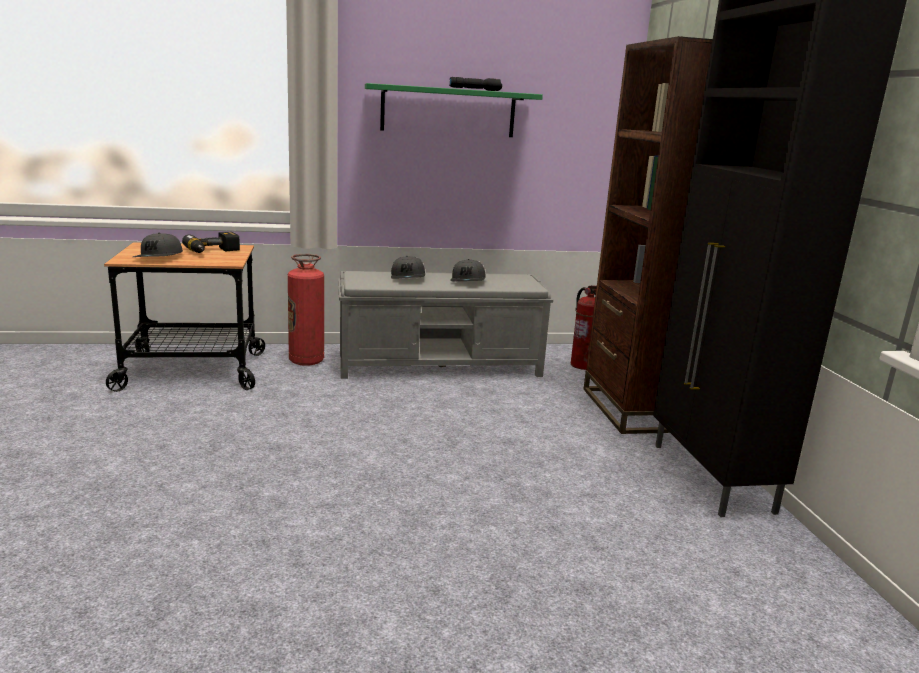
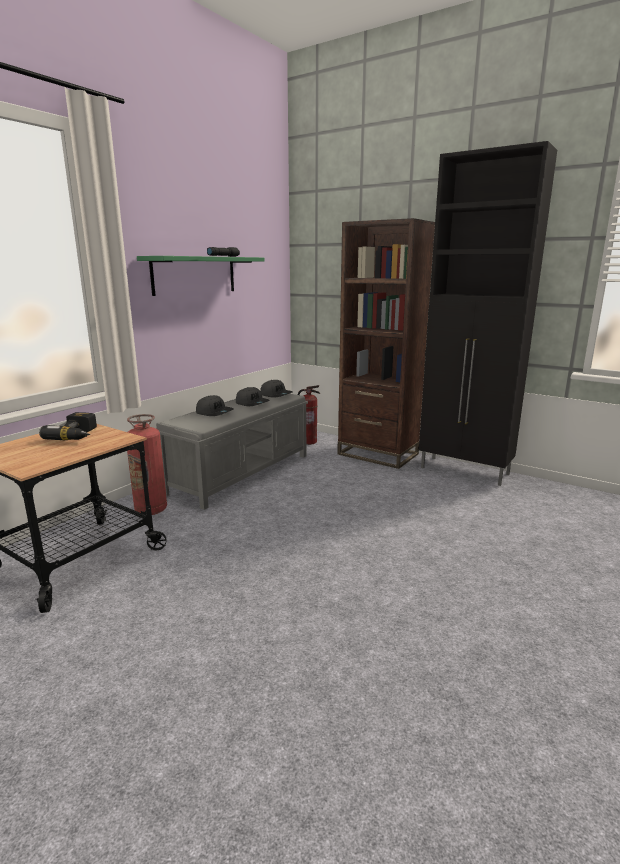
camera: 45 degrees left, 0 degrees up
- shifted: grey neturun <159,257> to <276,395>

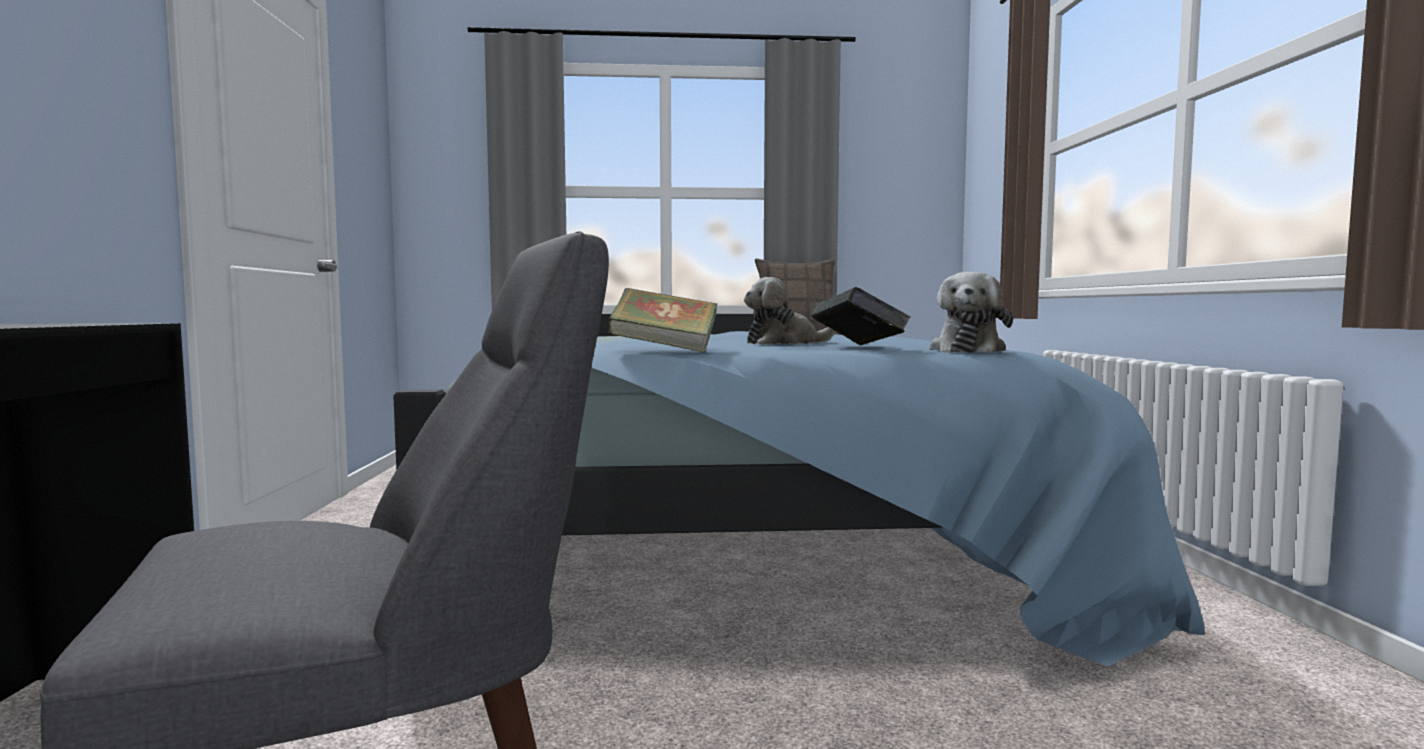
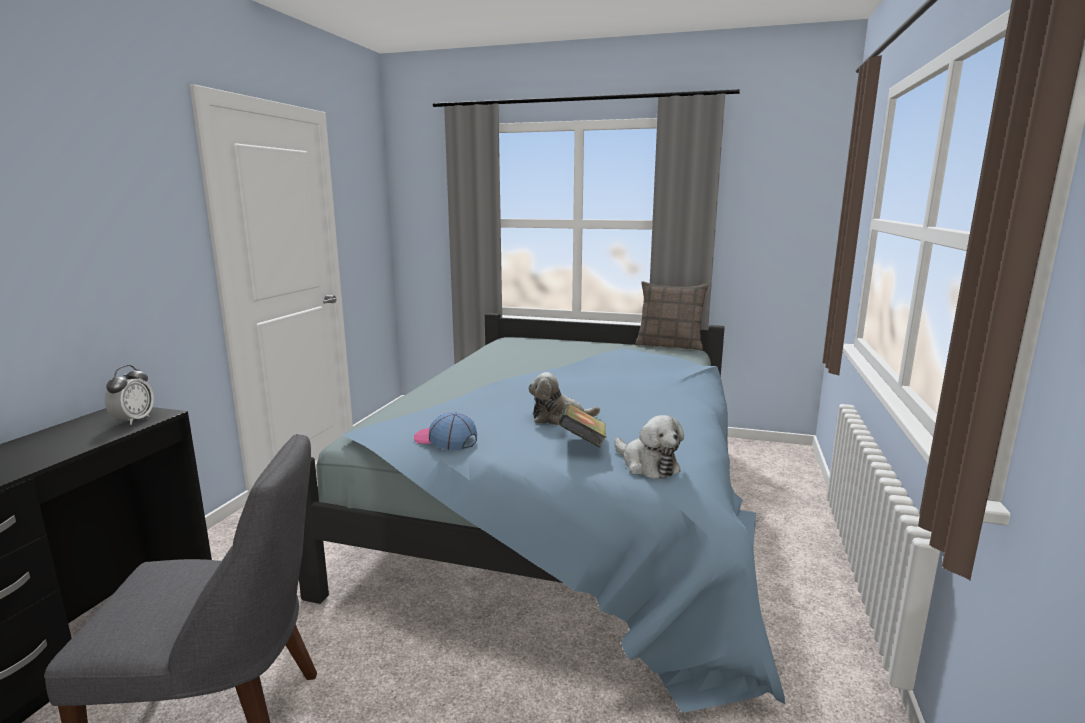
camera: 20 degrees right, 10 degrees up
- new: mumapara <134,420>
- swapped: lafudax <664,351> to neturun <445,440>
- rotated: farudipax <967,350> = <647,465> 75 degrees counterclockwise

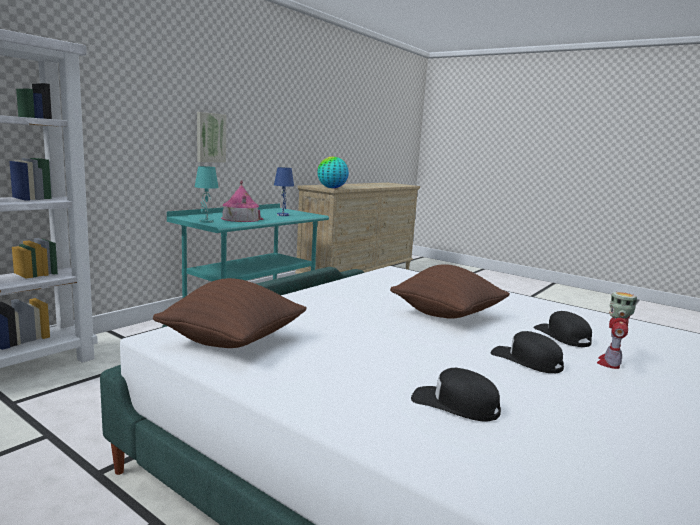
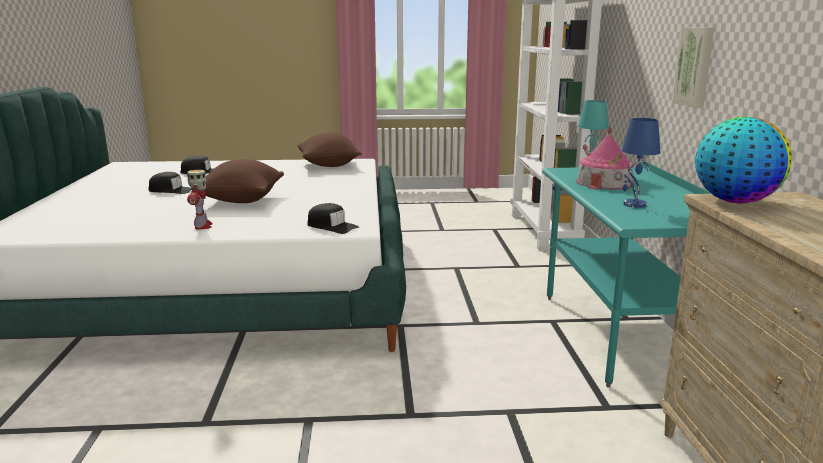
camera: 140 degrees right, 5 degrees up
- shifted: black neturun <562,336> to <332,226>
- shifted: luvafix <610,363> to <202,226>

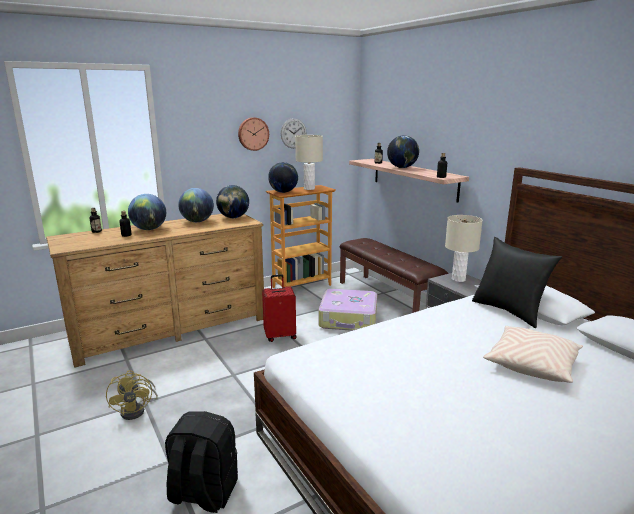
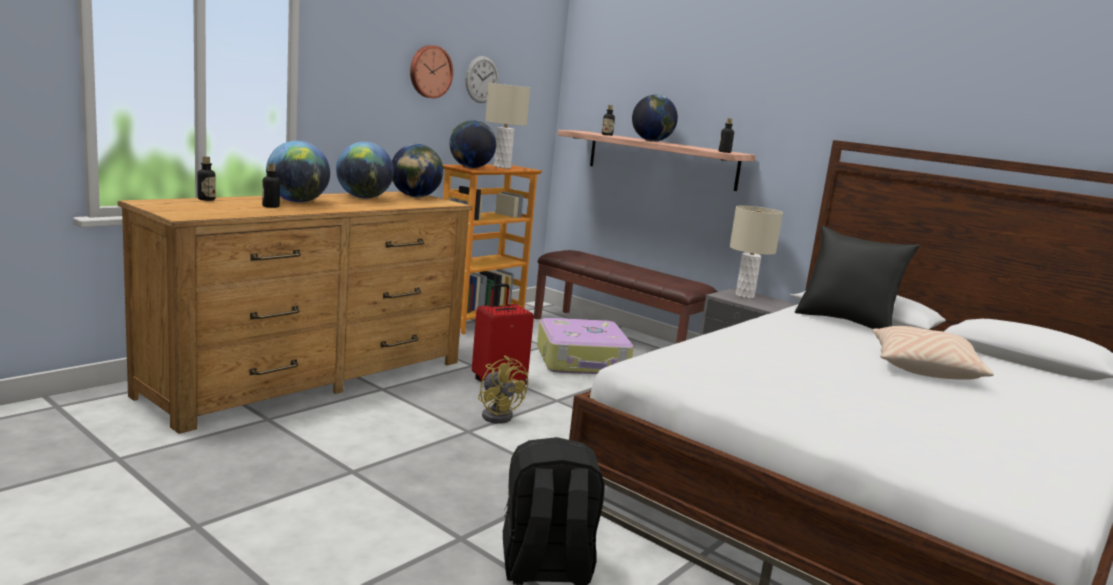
camera: 20 degrees left, 5 degrees down
- shifted: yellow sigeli <137,410> to <499,415>

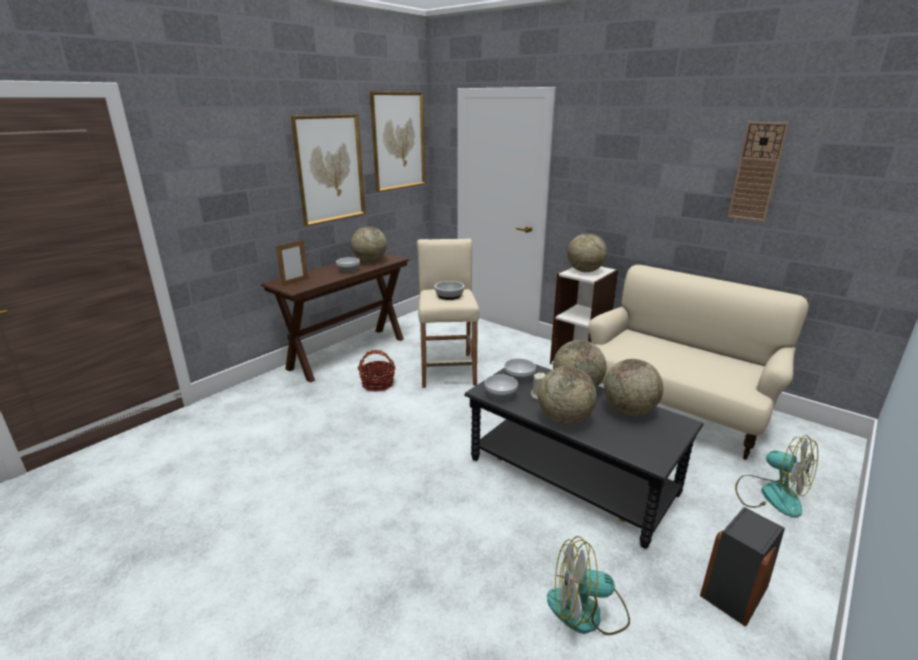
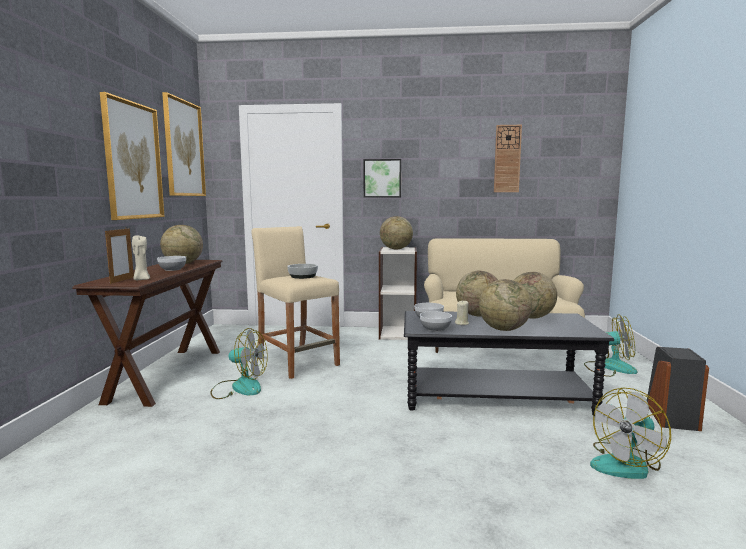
camera: 35 degrees left, 15 degrees down
- new: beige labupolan <141,280>
- new: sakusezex <382,178>
- swapped: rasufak <378,384> to sigeli <239,387>

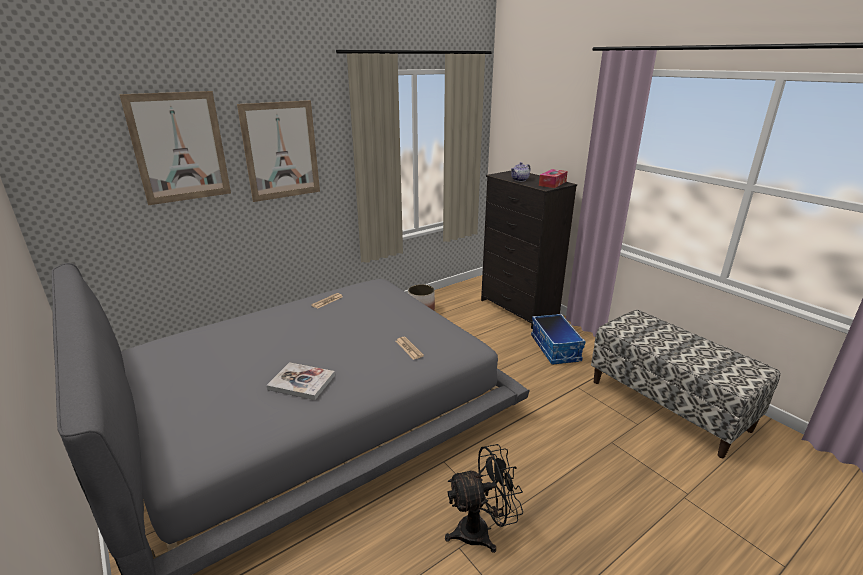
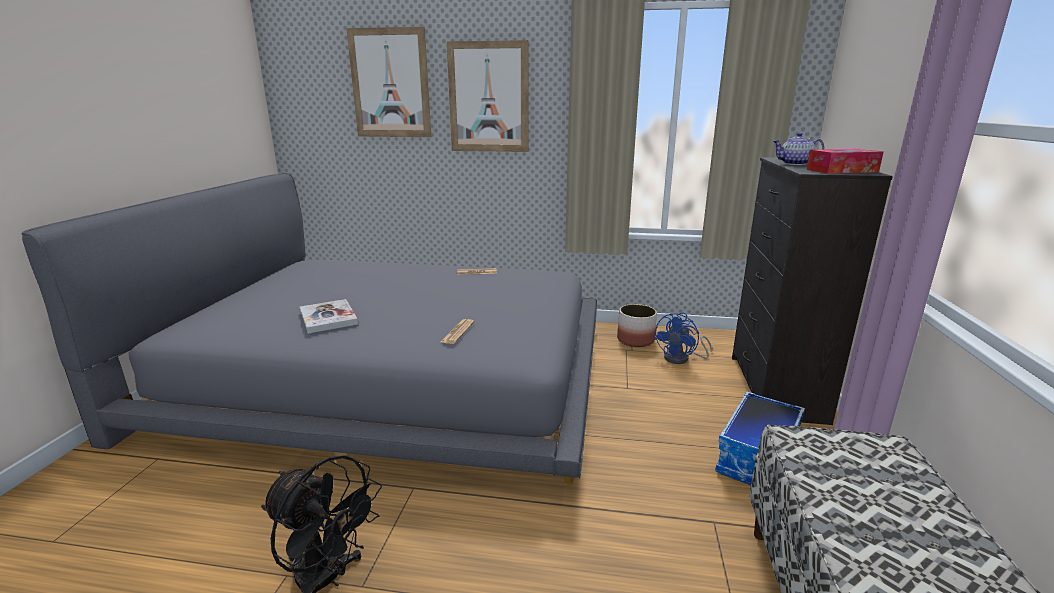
camera: 45 degrees right, 5 degrees down
- new: blue sigeli <681,359>

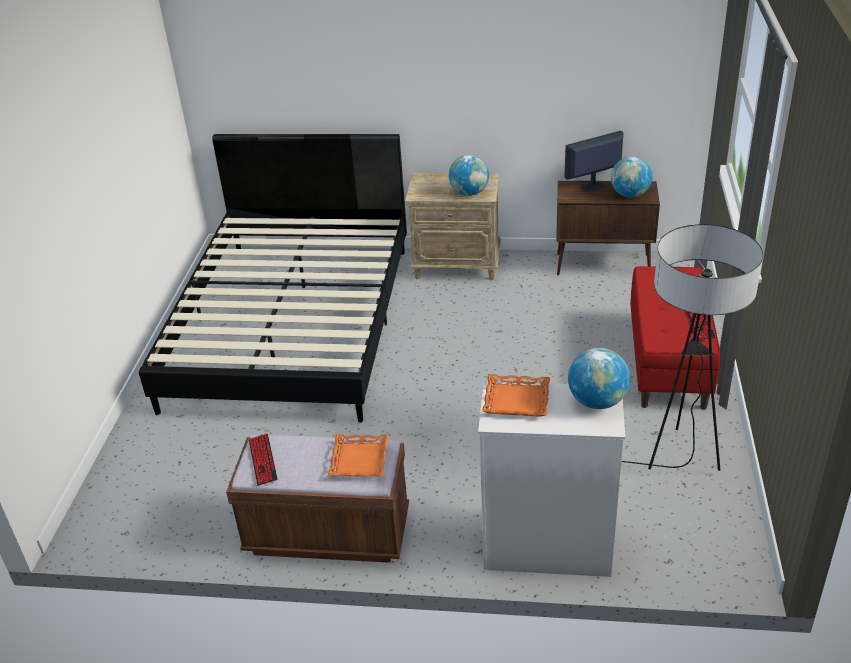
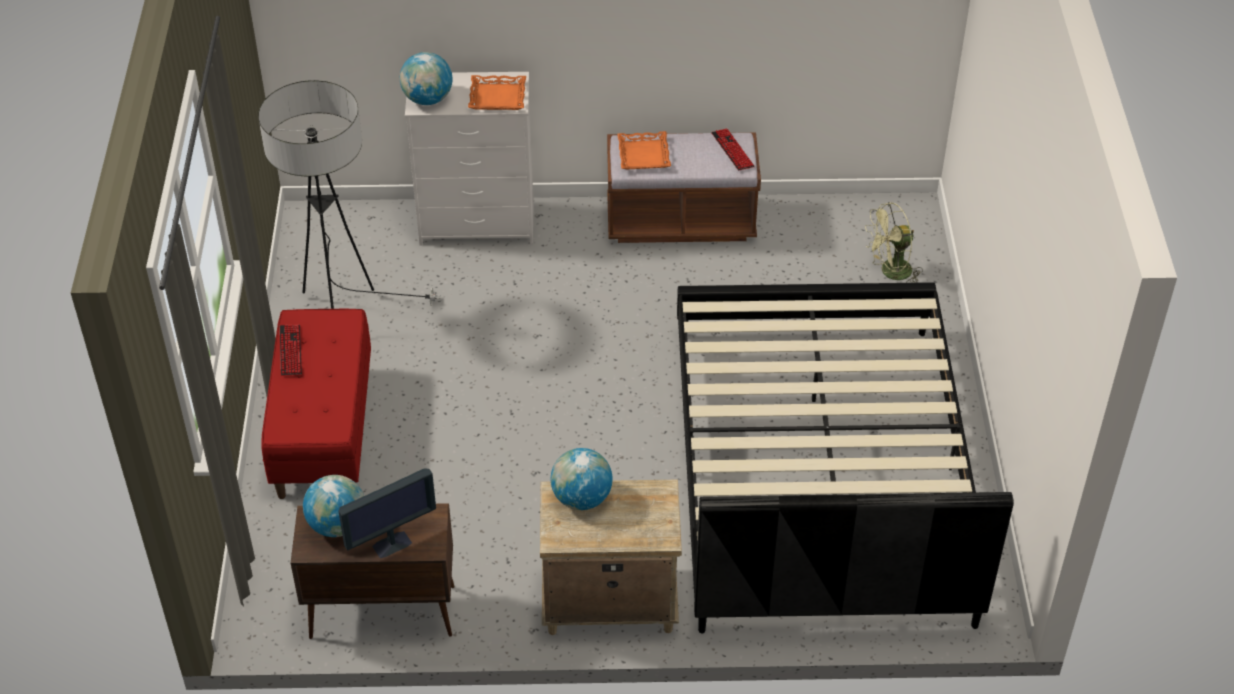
camera: 170 degrees right, 10 degrees up
- new: green sigeli <890,273>

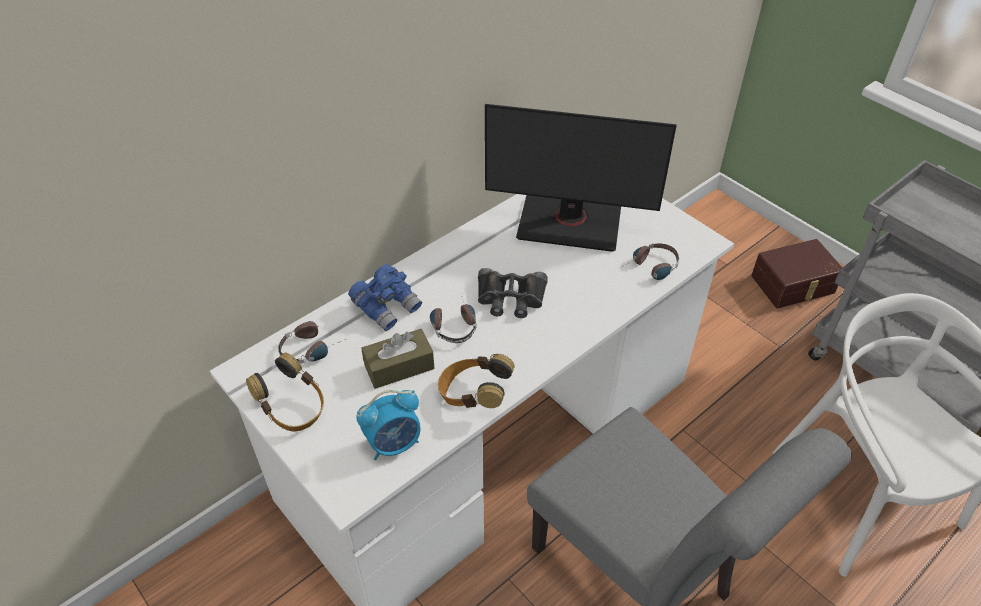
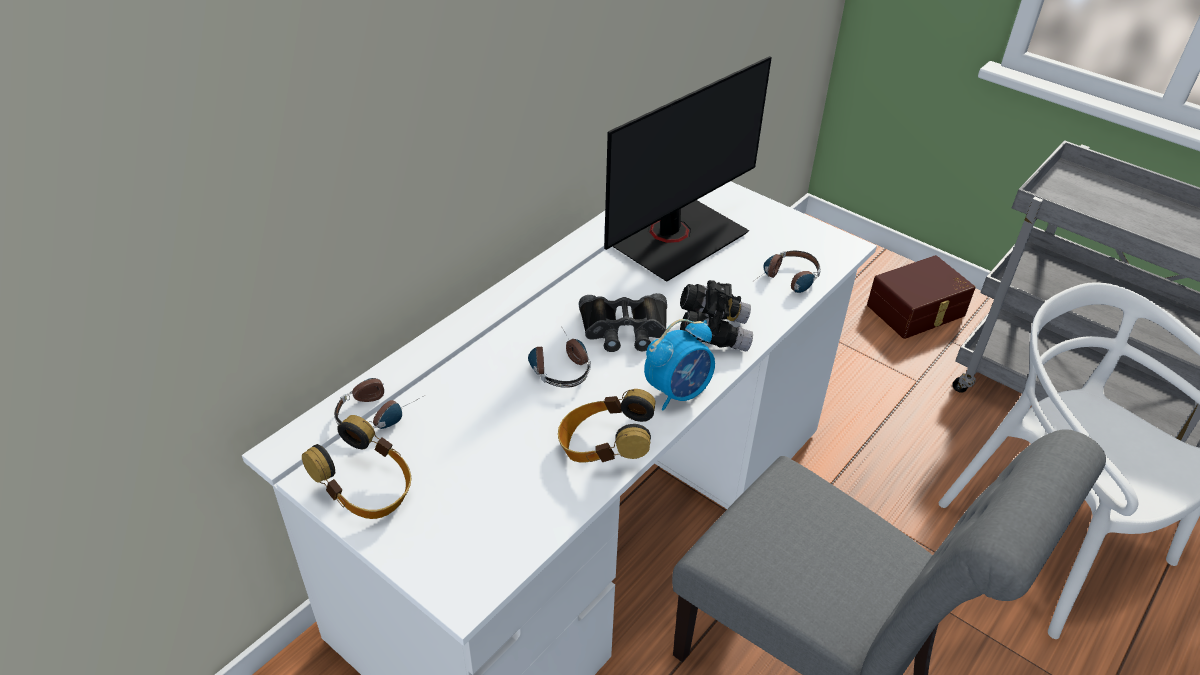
camera: 10 degrees left, 5 degrees down
- gone: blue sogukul <387,307>
- gone: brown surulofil <399,367>
- new: black sogukul <713,332>
- shifted: mumapara <394,443> to <678,392>
- rotated: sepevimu <569,223> = <676,238> 45 degrees counterclockwise

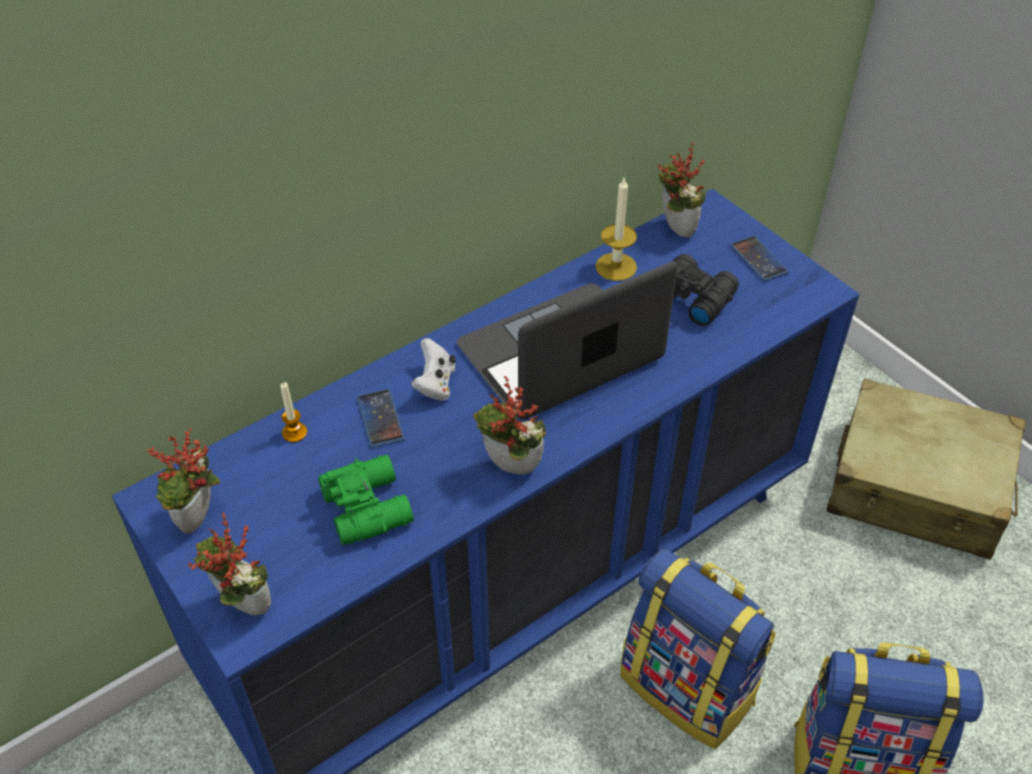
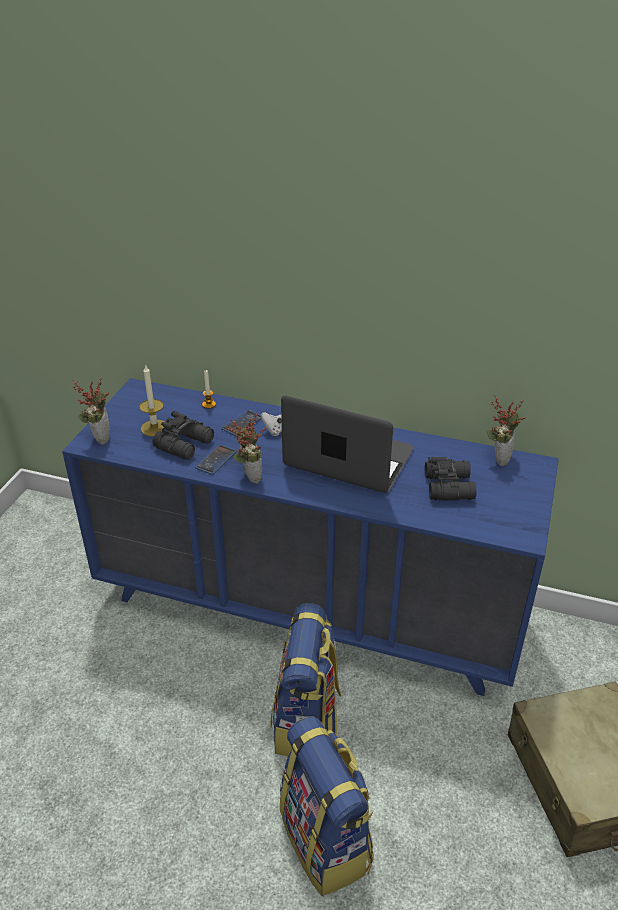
camera: 55 degrees right, 10 degrees down
- gone: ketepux <200,521>
- shifted: labupolan <616,267> to <154,428>
- shifted: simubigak <758,259> to <216,460>
- repainted: green sogukul <368,505> to black sogukul <186,444>

